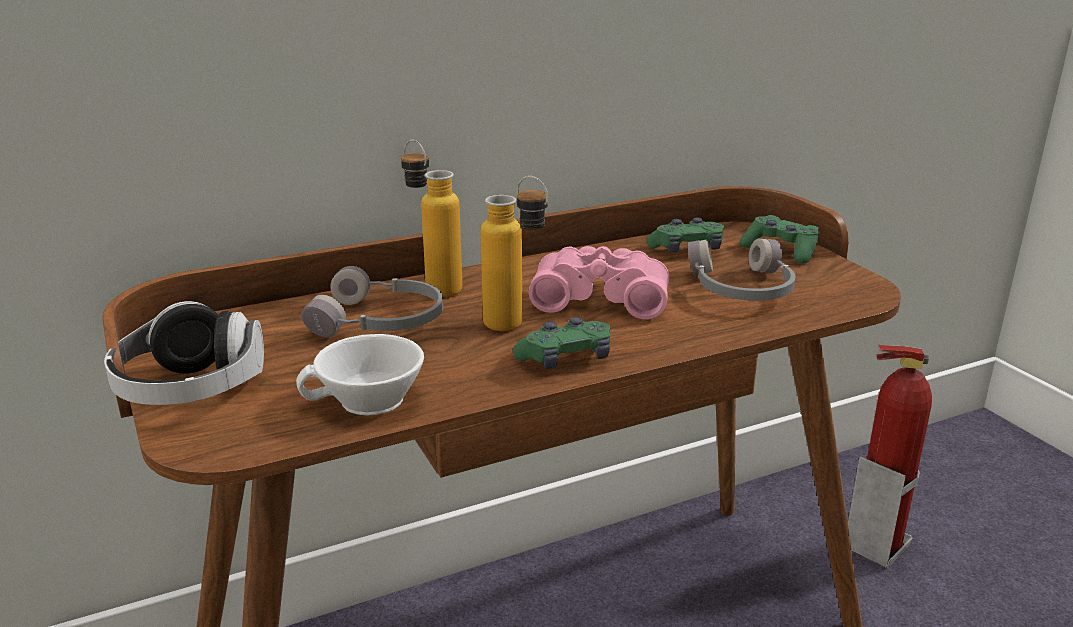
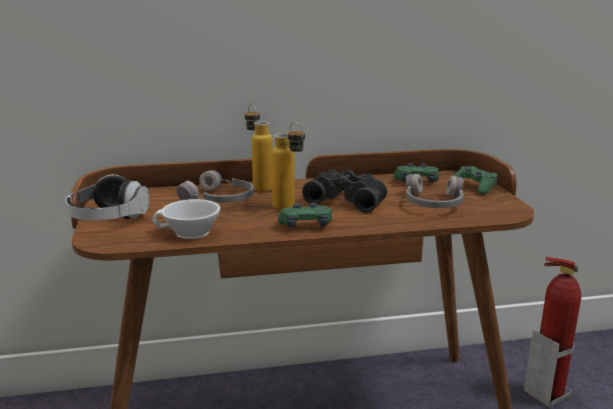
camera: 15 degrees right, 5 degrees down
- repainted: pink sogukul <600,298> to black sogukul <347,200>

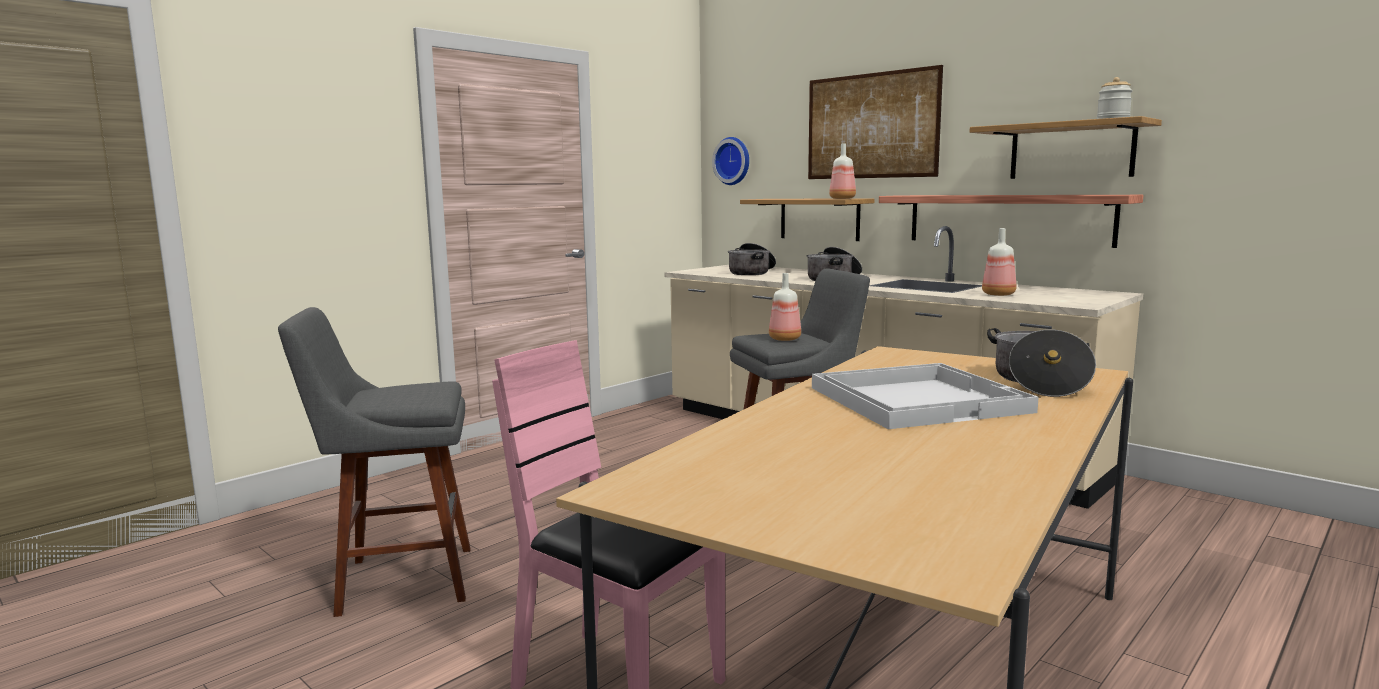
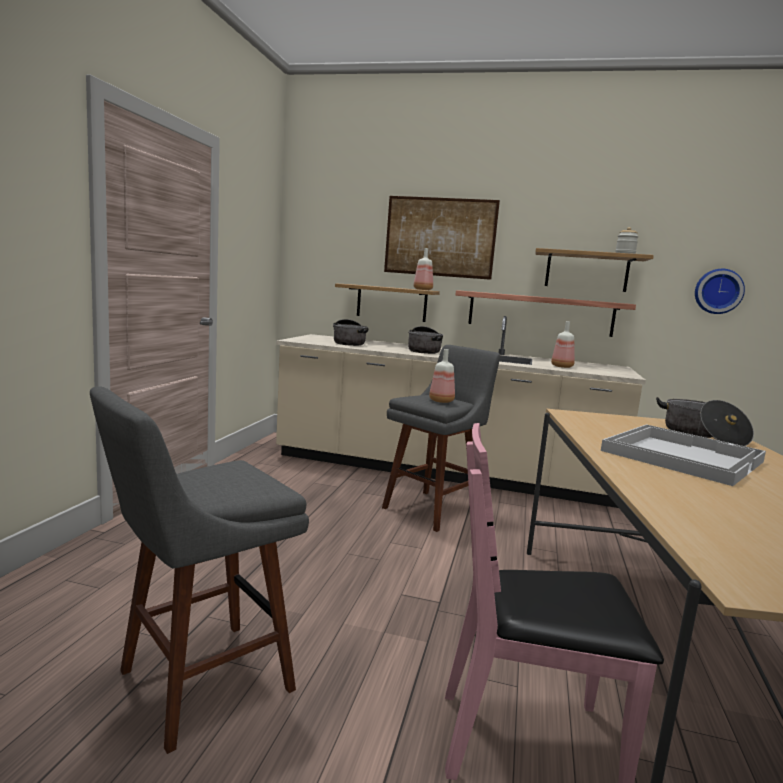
camera: 30 degrees left, 0 degrees up
- shifted: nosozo <733,161> to <718,291>

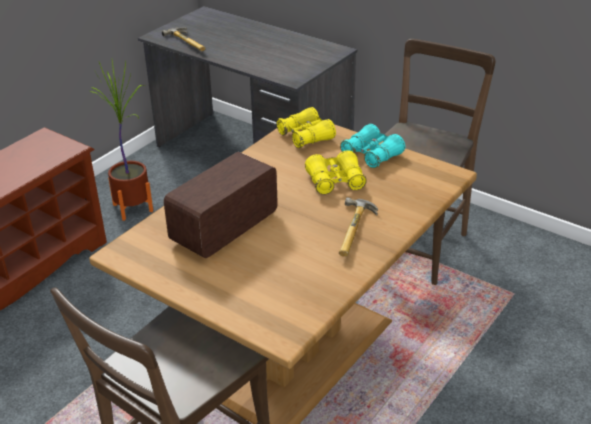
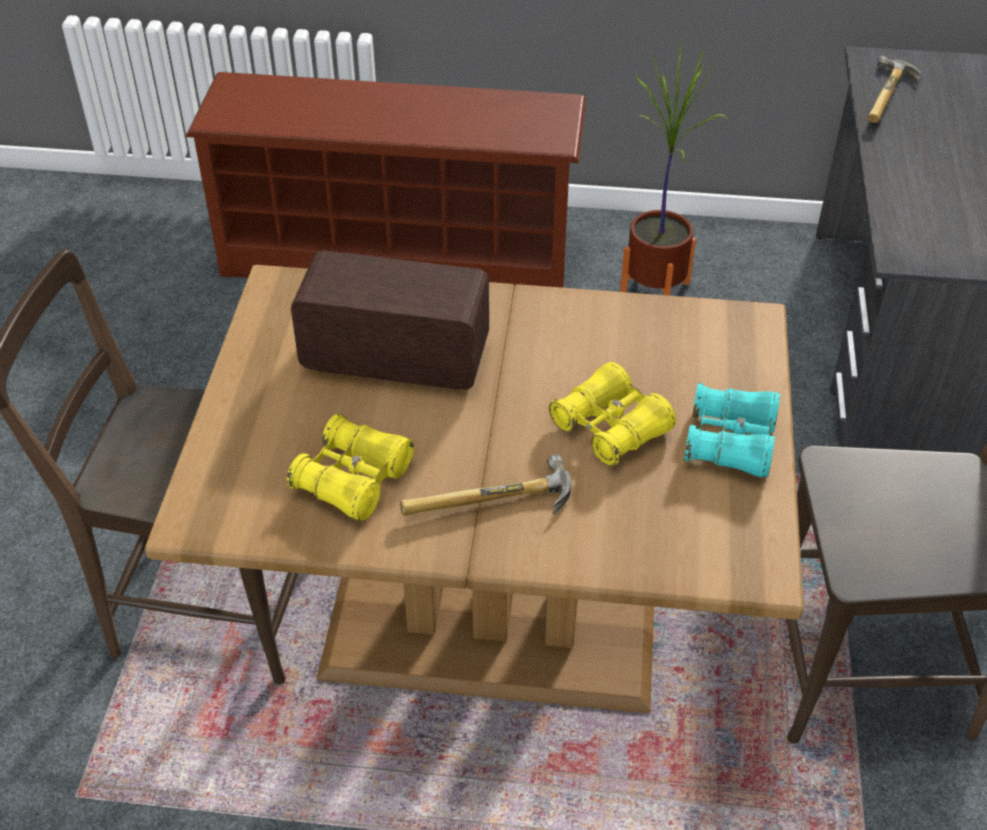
camera: 60 degrees right, 10 degrees up
- shifted: yellow sogukul <306,136> to <353,479>

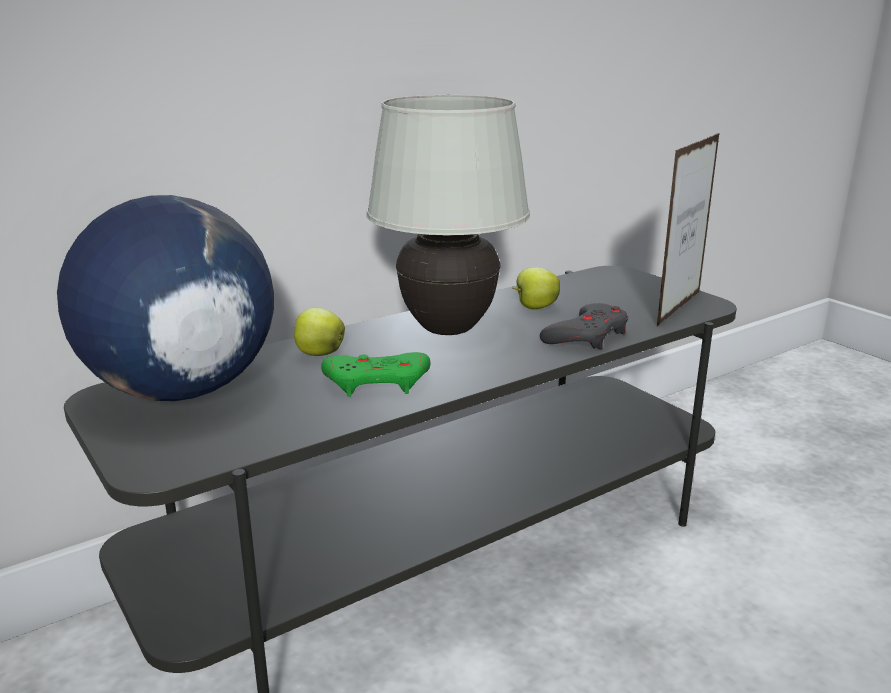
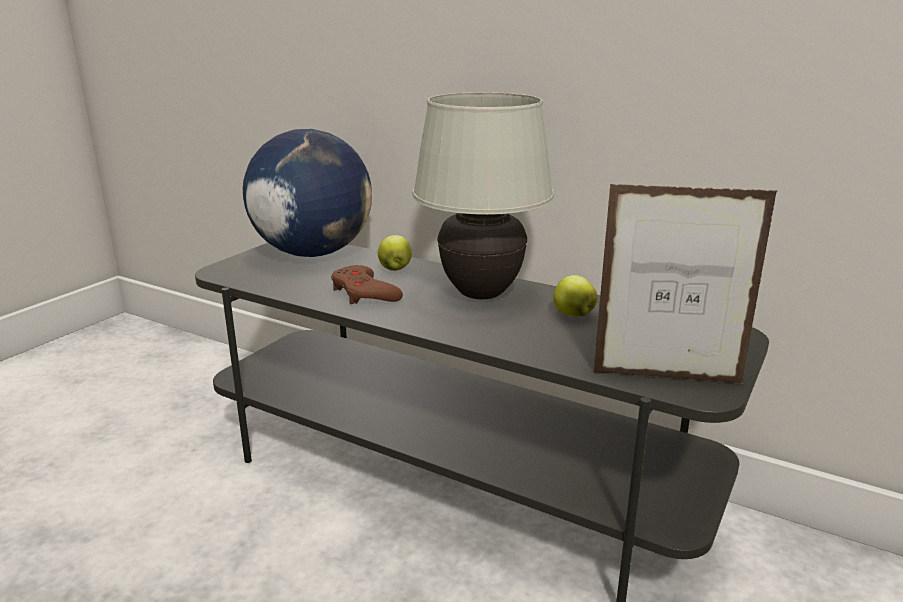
camera: 65 degrees right, 0 degrees up
- gone: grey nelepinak <587,335>
- repainted: green nelepinak <377,382> to brown nelepinak <364,293>

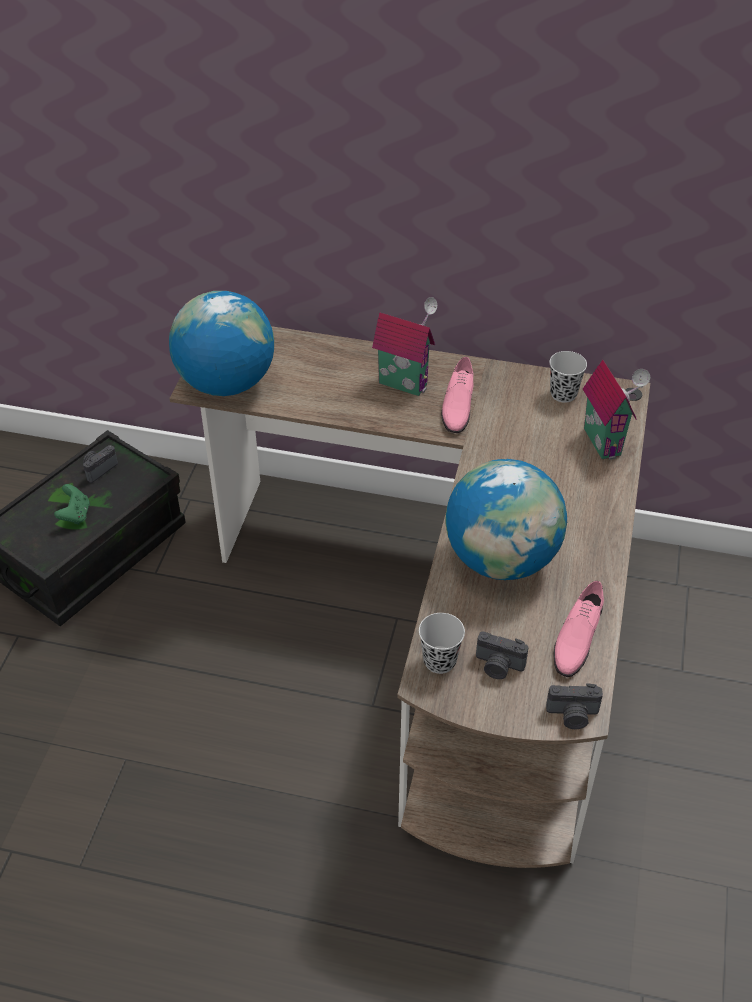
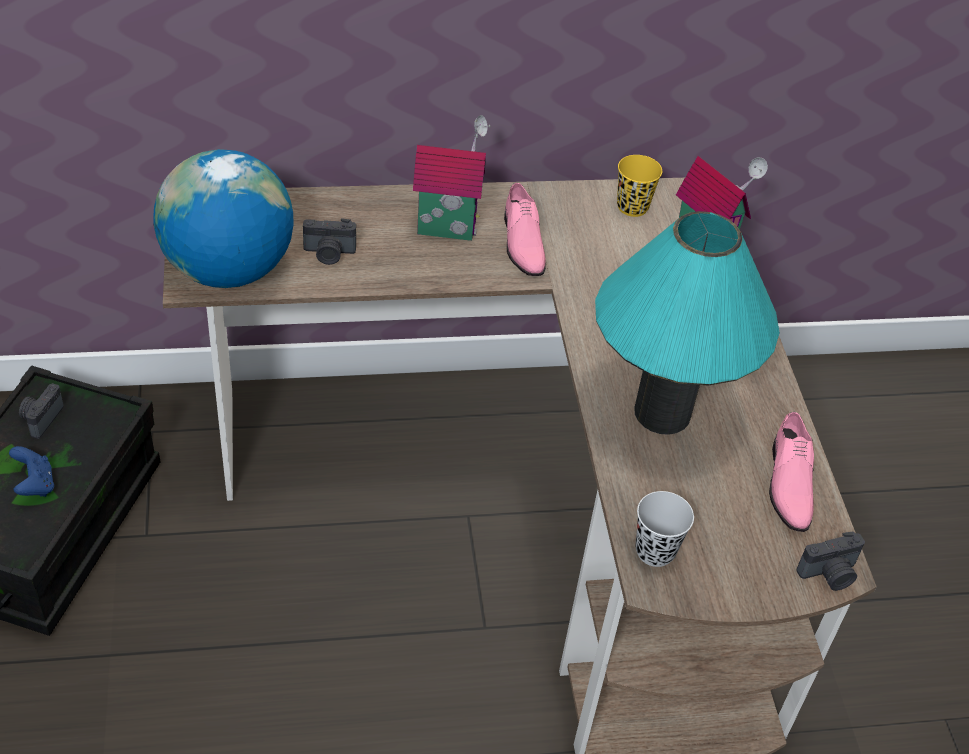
camera: 25 degrees left, 0 degrees up
- shifted: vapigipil <498,666> to <329,254>
- swapped: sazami <501,559> to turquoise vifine <662,413>
- repainted: green nelepinak <75,515> to blue nelepinak <35,485>
- repainted: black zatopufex <563,394> to yellow zatopufex <632,207>

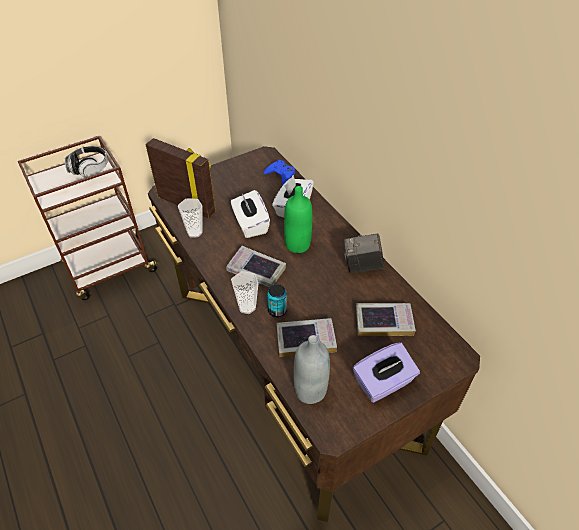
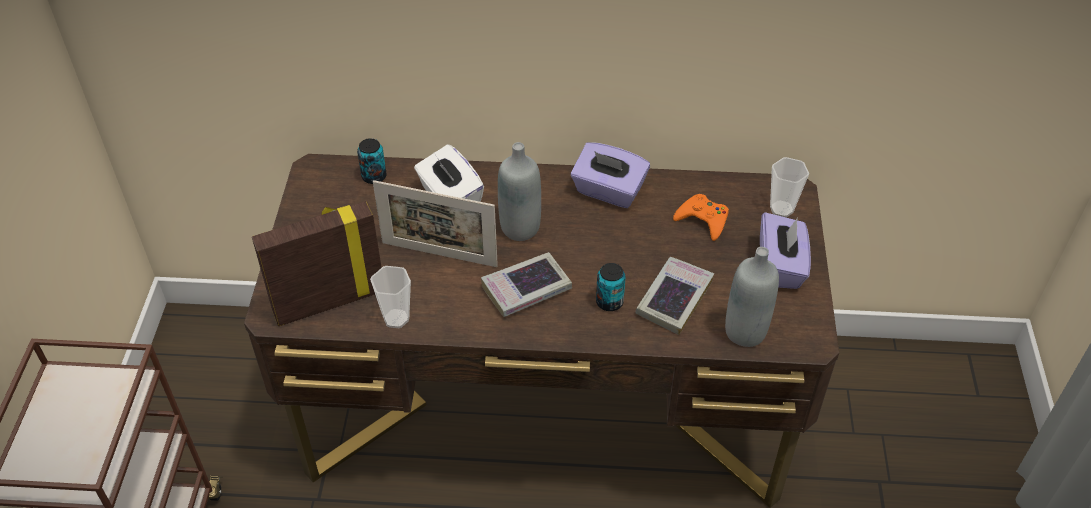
camera: 55 degrees left, 0 degrees up
- gone: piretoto <89,168>
- shifted: zatopufex <247,307> to <781,209>
- swapped: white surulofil <250,224> to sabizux <439,254>
- swapped: blue nelepinak <280,175> to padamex <374,176>
- swapped: vapigipil <362,266> to purple surulofil <608,191>
- swapped: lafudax <384,322> to orange nelepinak <703,220>
- repainted: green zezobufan <297,244> to grey zezobufan <520,228>

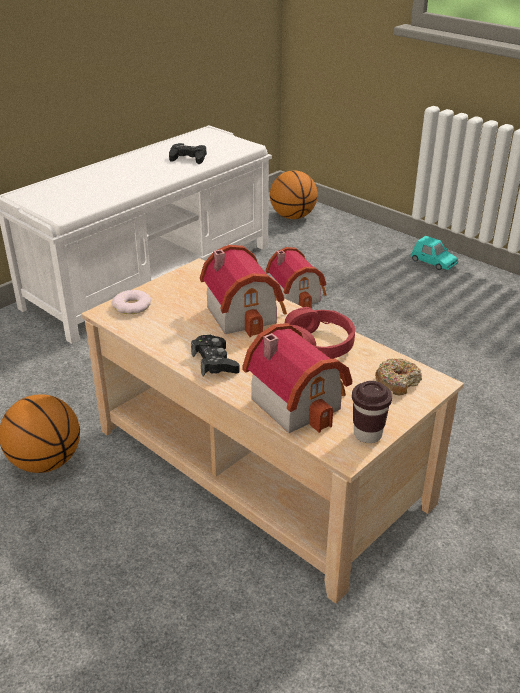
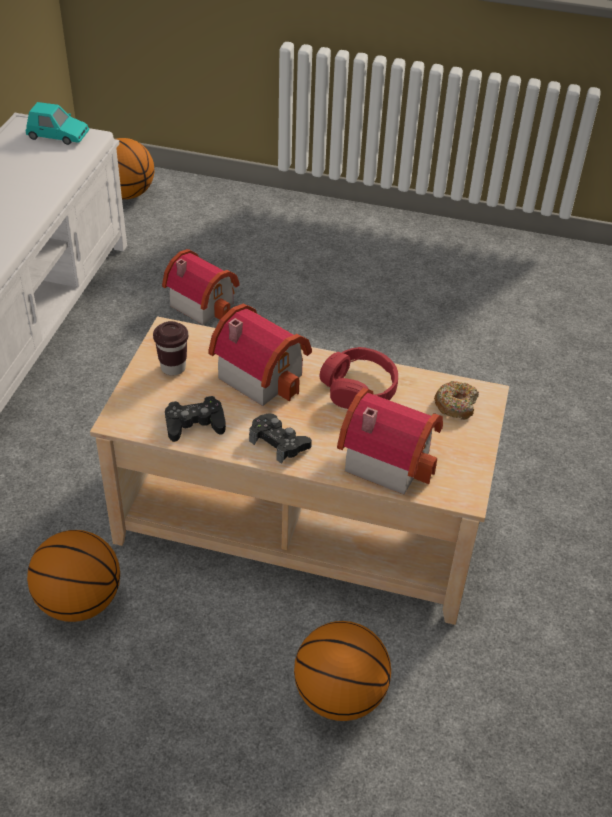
camera: 30 degrees left, 10 degrees up
- gone: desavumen <132,306>
- new: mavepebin <340,696>
- shifted: black nelepinak <188,158> to <195,424>
- shifted: brown zatopufex <367,434> to <173,367>
- shifted: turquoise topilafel <433,262> to <58,135>

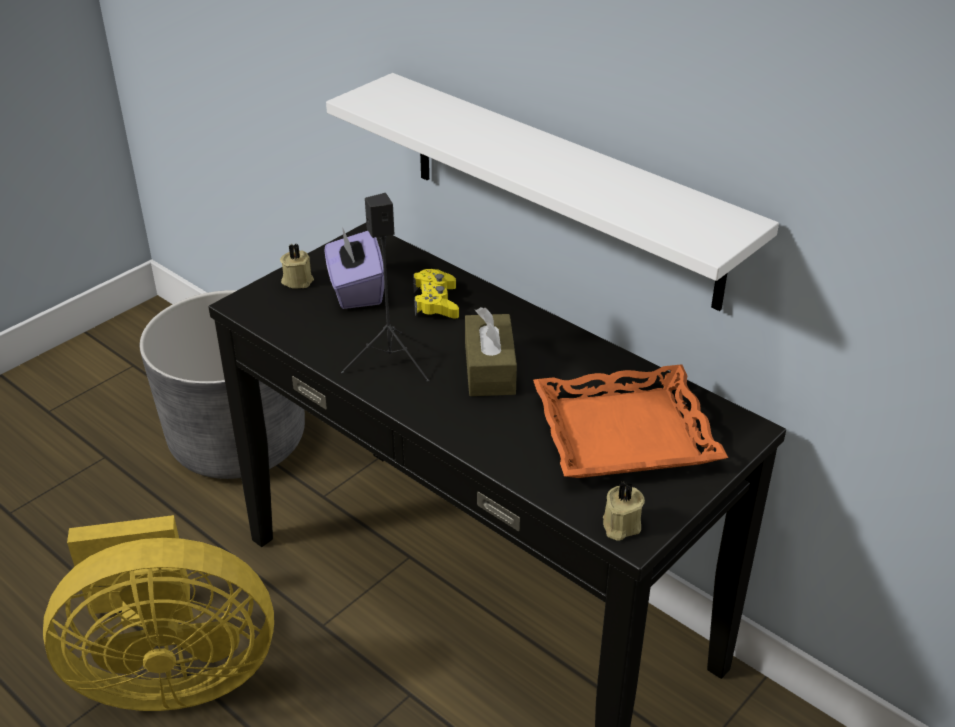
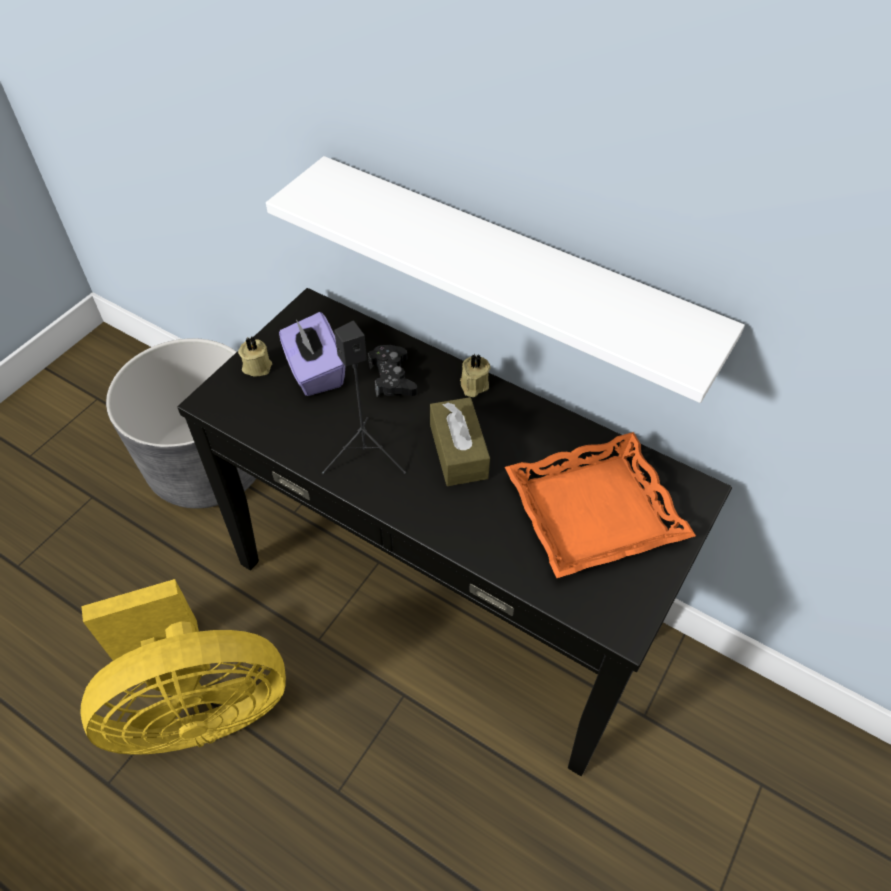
camera: 10 degrees left, 15 degrees up
- shifted: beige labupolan <620,525> to <473,385>
- repainted: yellow nelepinak <435,302> to black nelepinak <392,378>

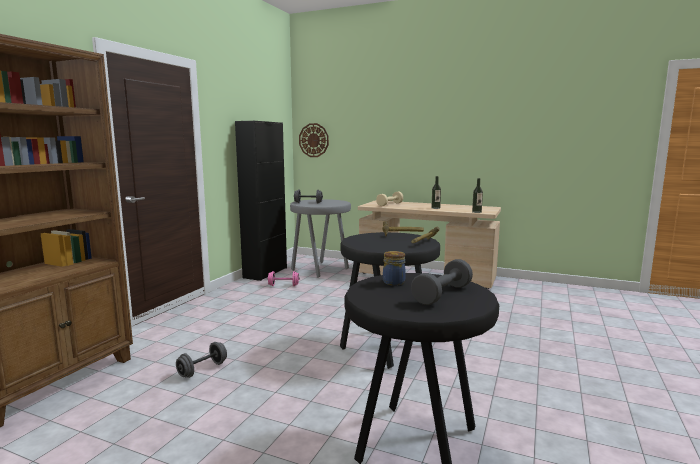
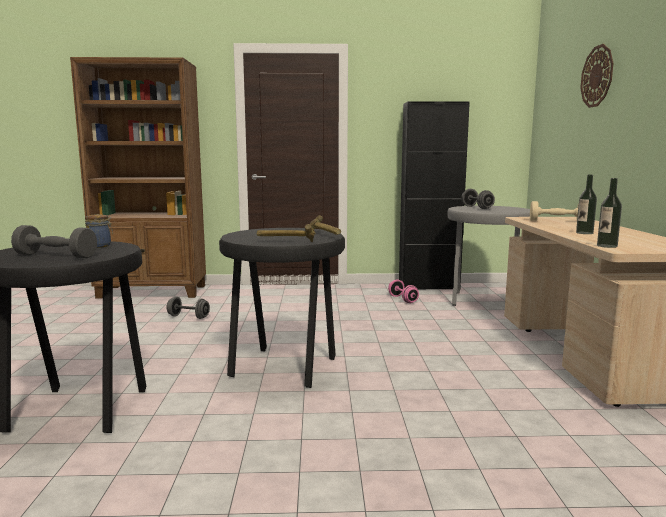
camera: 65 degrees right, 0 degrees up
- shifted: nosozo <314,140> to <597,76>

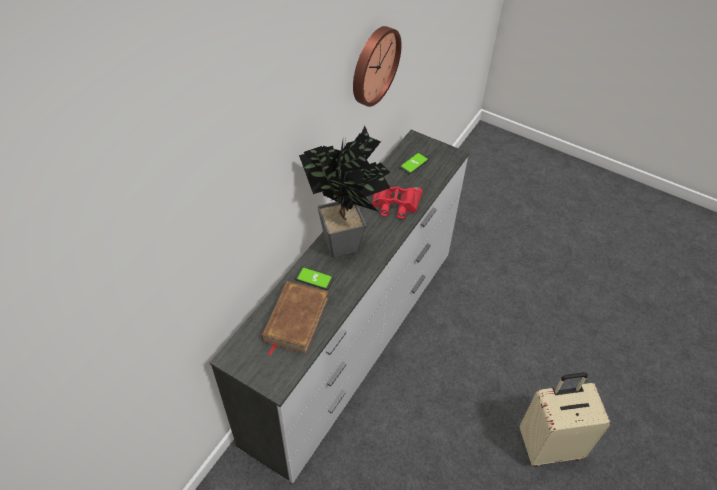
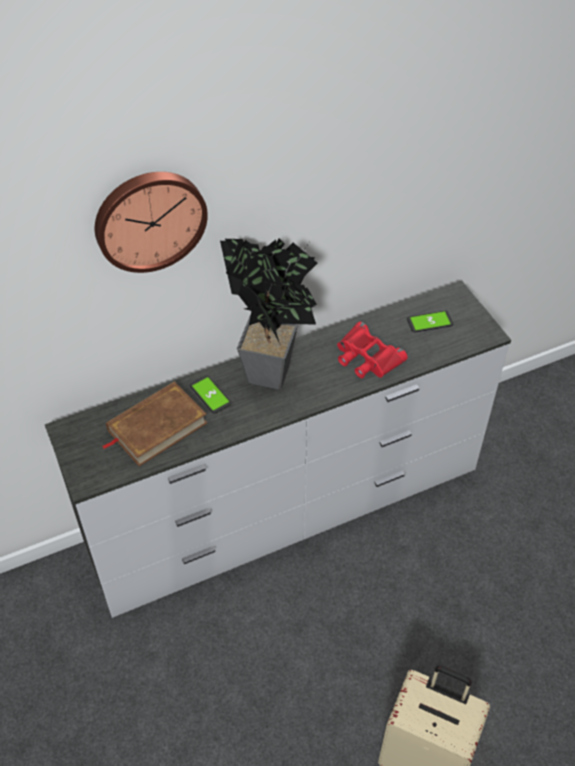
camera: 35 degrees right, 0 degrees up
- shifted: nosozo <373,65> to <149,219>

